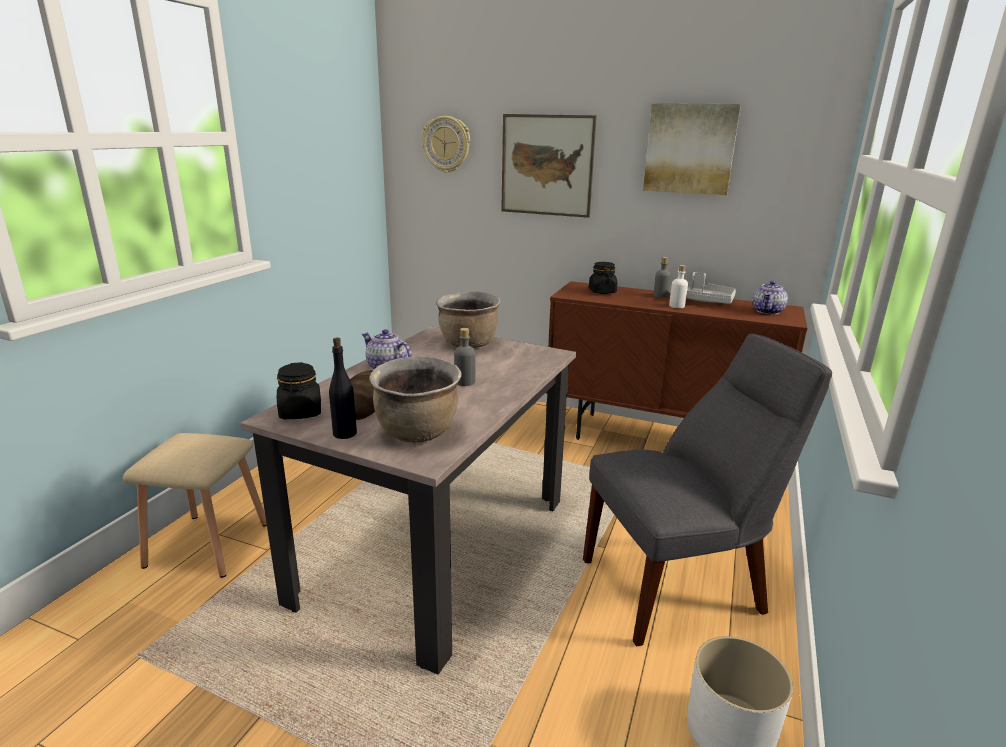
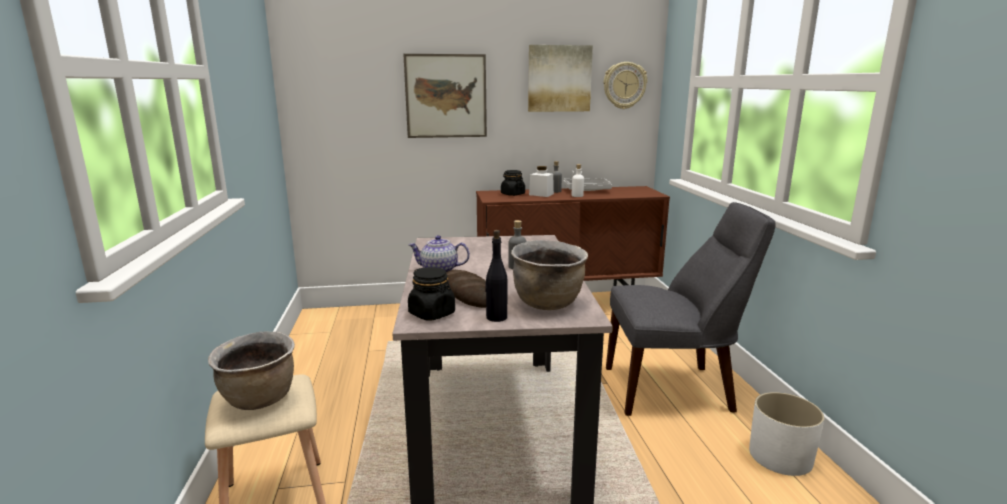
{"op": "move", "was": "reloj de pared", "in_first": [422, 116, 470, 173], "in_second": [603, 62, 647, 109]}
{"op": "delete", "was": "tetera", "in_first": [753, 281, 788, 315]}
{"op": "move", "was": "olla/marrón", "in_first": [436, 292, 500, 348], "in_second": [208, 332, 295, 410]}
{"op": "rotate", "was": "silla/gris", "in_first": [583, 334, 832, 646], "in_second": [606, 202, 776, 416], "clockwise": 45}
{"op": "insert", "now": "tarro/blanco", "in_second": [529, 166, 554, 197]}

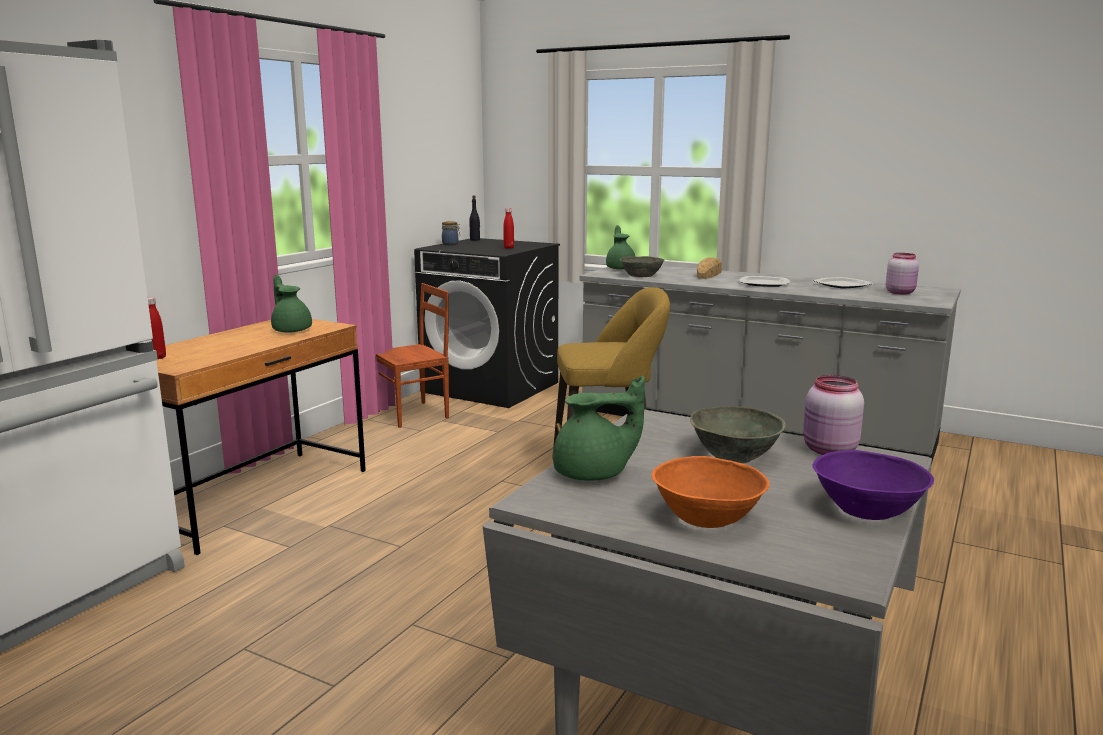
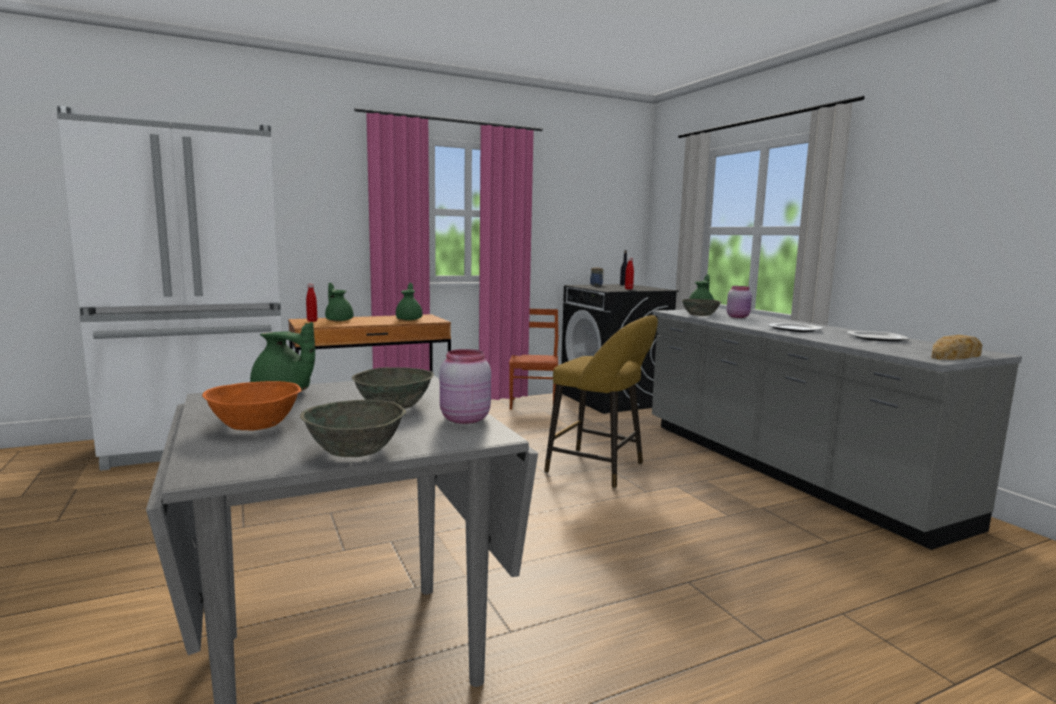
{"op": "move", "was": "tarro/rosa", "in_first": [886, 253, 919, 294], "in_second": [727, 286, 752, 318]}
{"op": "move", "was": "pan", "in_first": [697, 258, 722, 279], "in_second": [931, 335, 982, 360]}
{"op": "rotate", "was": "silla/marrón", "in_first": [376, 283, 449, 428], "in_second": [509, 309, 558, 410], "clockwise": -90}
{"op": "recolor", "was": "cuenco/morado", "now": "cuenco/gris", "in_first": [813, 450, 934, 520], "in_second": [300, 400, 406, 457]}
{"op": "insert", "now": "tetera/verde", "in_second": [325, 283, 354, 321]}

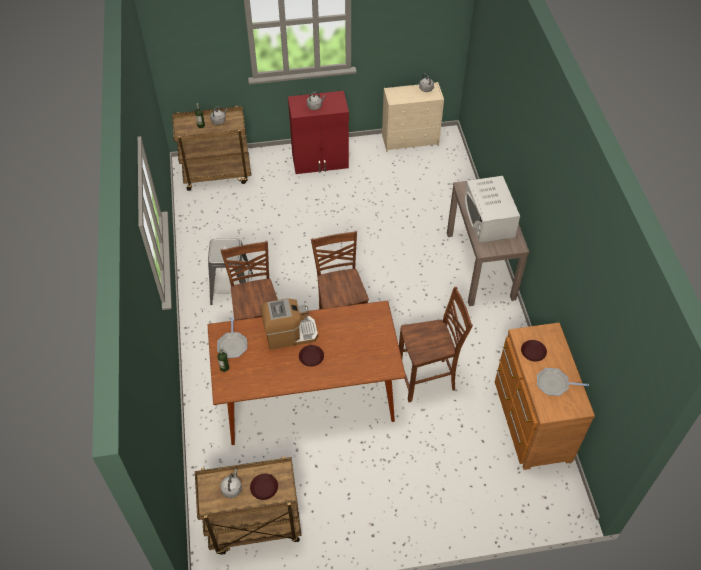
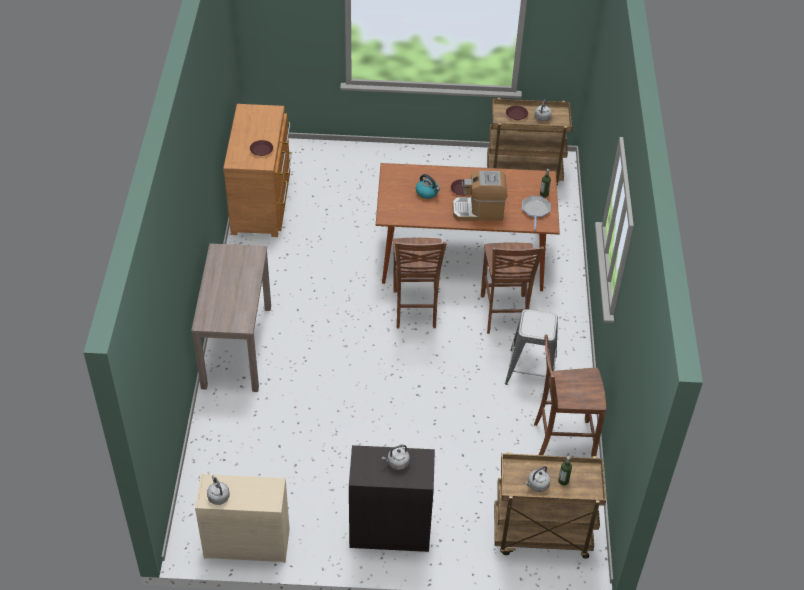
{"op": "recolor", "was": "armario/rojo", "now": "armario/negro", "in_first": [288, 91, 349, 174], "in_second": [349, 445, 435, 552]}
{"op": "delete", "was": "microondas/blanco", "in_first": [464, 176, 520, 243]}
{"op": "move", "was": "silla/marrón", "in_first": [399, 287, 473, 402], "in_second": [534, 335, 606, 457]}
{"op": "delete", "was": "sartén", "in_first": [537, 368, 589, 396]}
{"op": "insert", "now": "hervidor", "in_second": [416, 174, 440, 199]}

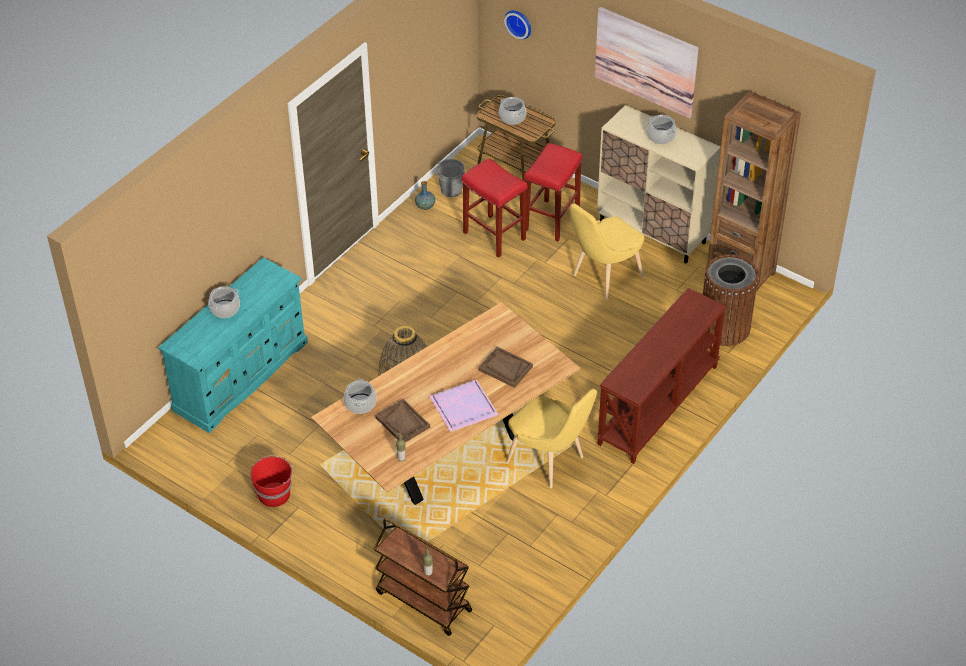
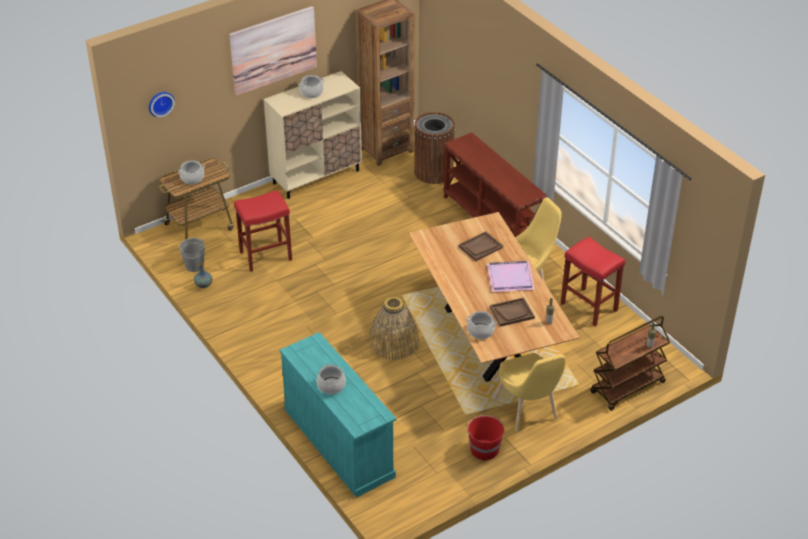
{"op": "move", "was": "taburete/rojo", "in_first": [524, 143, 582, 241], "in_second": [561, 237, 625, 327]}
{"op": "move", "was": "silla/amarillo", "in_first": [570, 204, 644, 300], "in_second": [494, 353, 566, 432]}

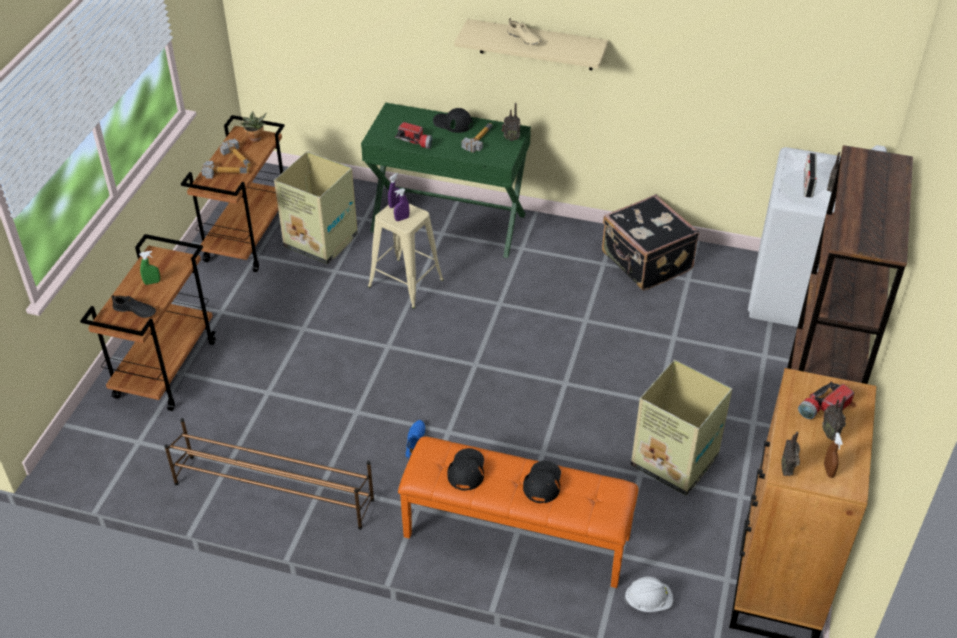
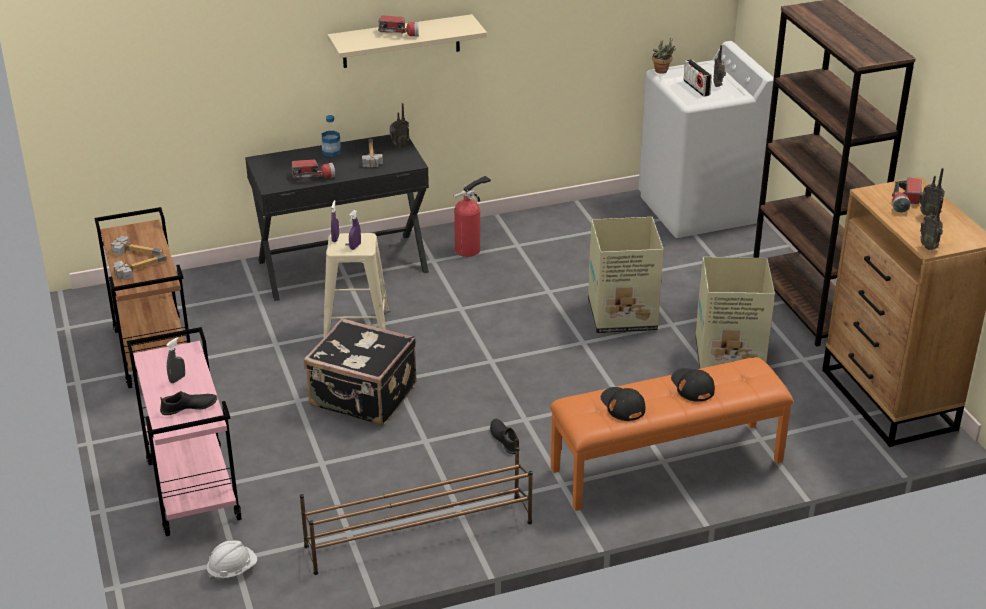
{"op": "replace", "was": "zapato/beis", "now": "linterna", "in_first": [507, 18, 541, 46], "in_second": [378, 15, 419, 37]}
{"op": "recolor", "was": "escritorio/verde", "now": "escritorio/negro", "in_first": [361, 103, 531, 258], "in_second": [245, 135, 429, 301]}
{"op": "replace", "was": "gorra/negro", "now": "botella", "in_first": [433, 108, 473, 133], "in_second": [322, 115, 341, 157]}
{"op": "move", "was": "planta en maceta", "in_first": [241, 111, 267, 142], "in_second": [652, 38, 676, 74]}
{"op": "move", "was": "caja de cartón", "in_first": [274, 151, 358, 264], "in_second": [588, 217, 664, 333]}
{"op": "move", "was": "maleta/negro", "in_first": [602, 194, 699, 290], "in_second": [304, 318, 417, 425]}
{"op": "recolor", "was": "carrito/marrón", "now": "carrito/rosa", "in_first": [80, 234, 216, 411], "in_second": [127, 327, 241, 536]}
{"op": "recolor", "was": "pulverizador/verde", "now": "pulverizador/gris", "in_first": [140, 251, 160, 285], "in_second": [167, 337, 185, 383]}
{"op": "recolor", "was": "zapato/azul", "now": "zapato/negro", "in_first": [405, 420, 425, 459], "in_second": [490, 419, 520, 454]}
{"op": "delete", "was": "pulverizador/marrón", "in_first": [824, 433, 843, 478]}
{"op": "move", "was": "casco/blanco", "in_first": [624, 576, 673, 612], "in_second": [207, 541, 257, 581]}
{"op": "insert", "now": "extintor", "in_second": [453, 176, 491, 257]}

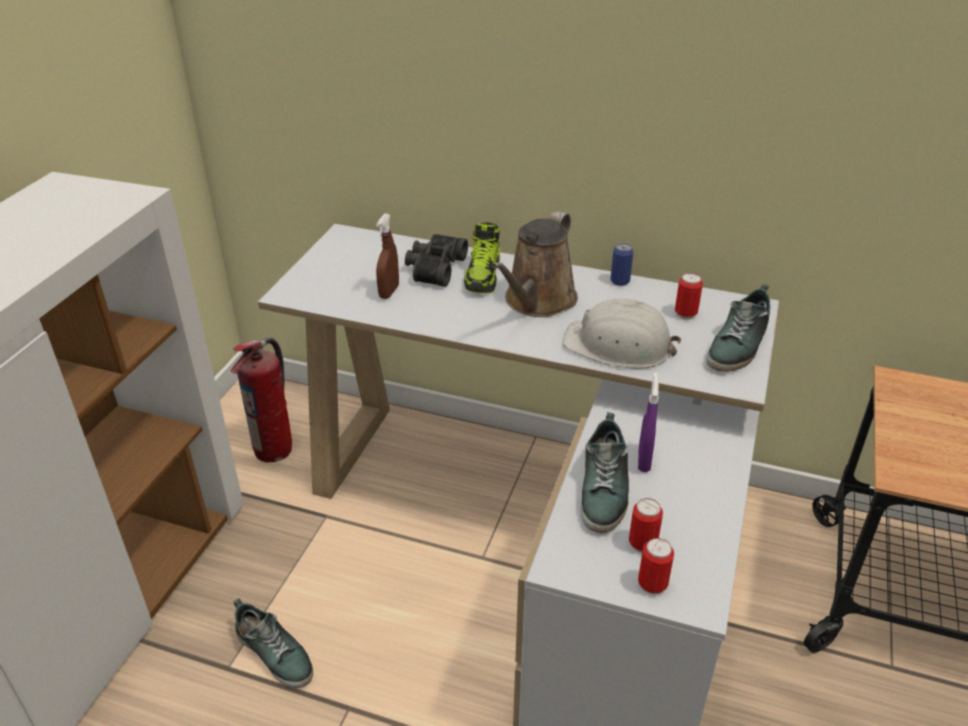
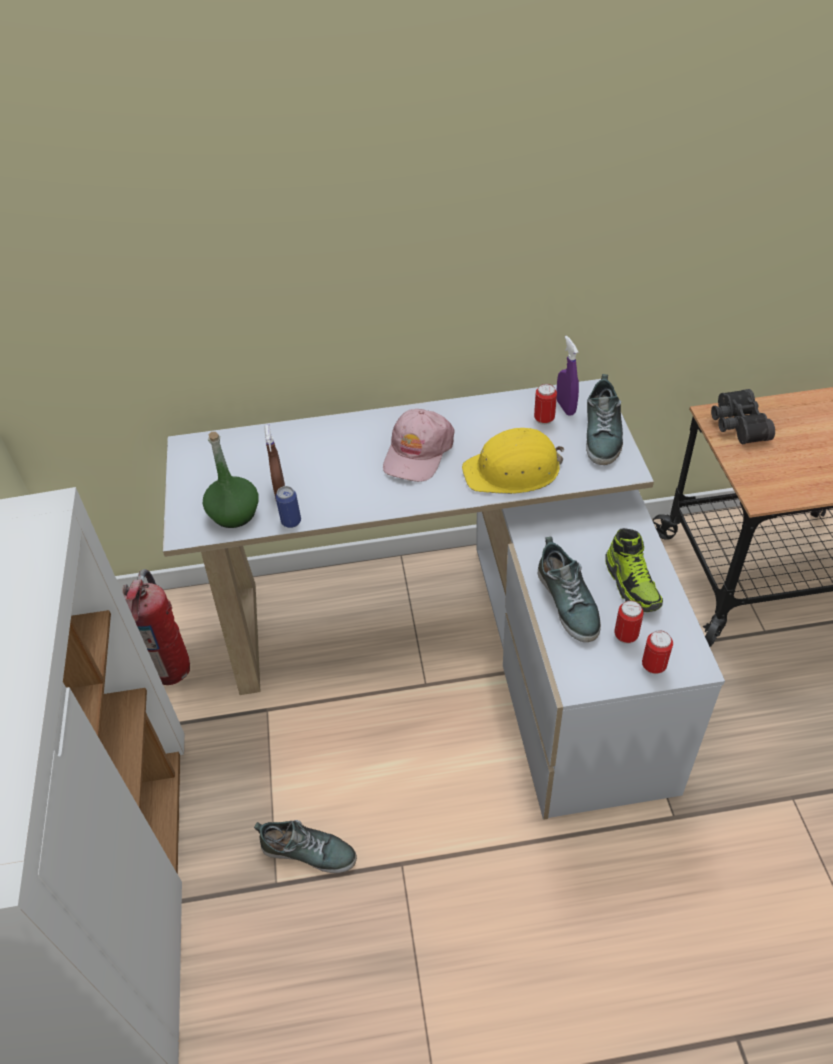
{"op": "replace", "was": "regadera/marrón", "now": "gorra/rosa", "in_first": [491, 211, 578, 317], "in_second": [383, 409, 455, 482]}
{"op": "move", "was": "zapato", "in_first": [464, 222, 500, 293], "in_second": [605, 528, 663, 612]}
{"op": "move", "was": "prismáticos/negro", "in_first": [405, 234, 468, 287], "in_second": [711, 389, 775, 444]}
{"op": "move", "was": "lata", "in_first": [611, 242, 634, 286], "in_second": [276, 486, 301, 528]}
{"op": "recolor", "was": "casco/blanco", "now": "casco/amarillo", "in_first": [563, 298, 681, 369], "in_second": [462, 428, 564, 494]}
{"op": "move", "was": "pulverizador/morado", "in_first": [638, 372, 659, 472], "in_second": [556, 336, 579, 416]}
{"op": "insert", "now": "botella/verde", "in_second": [203, 432, 259, 528]}

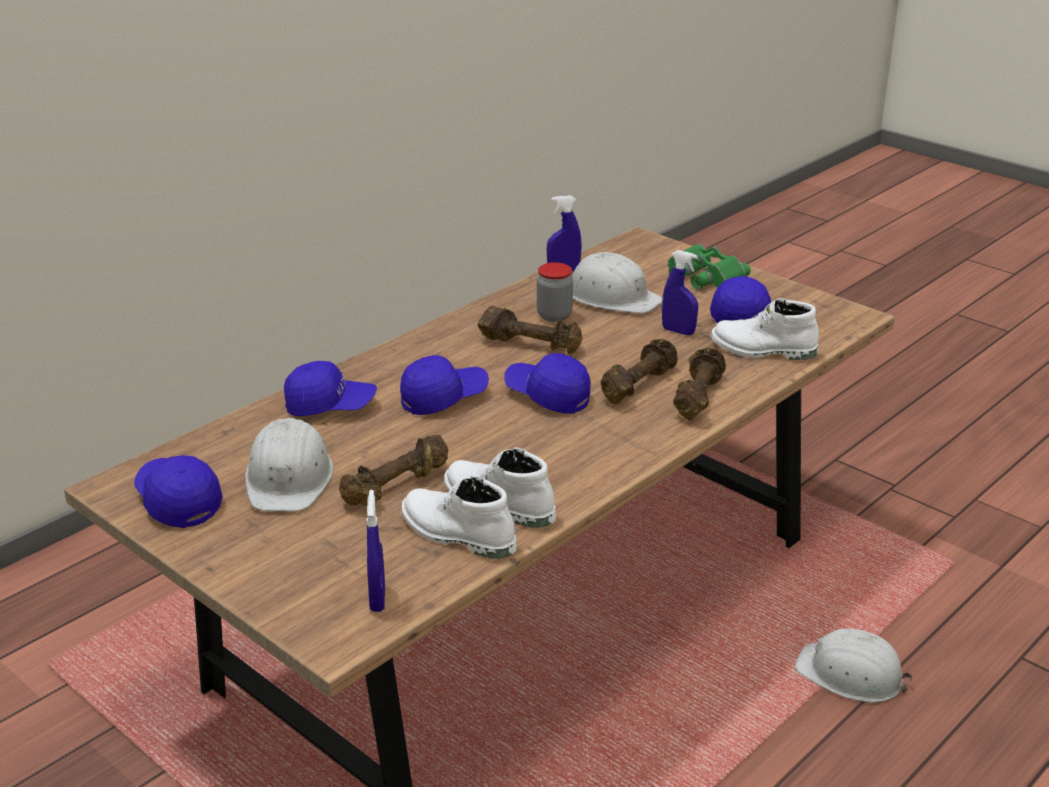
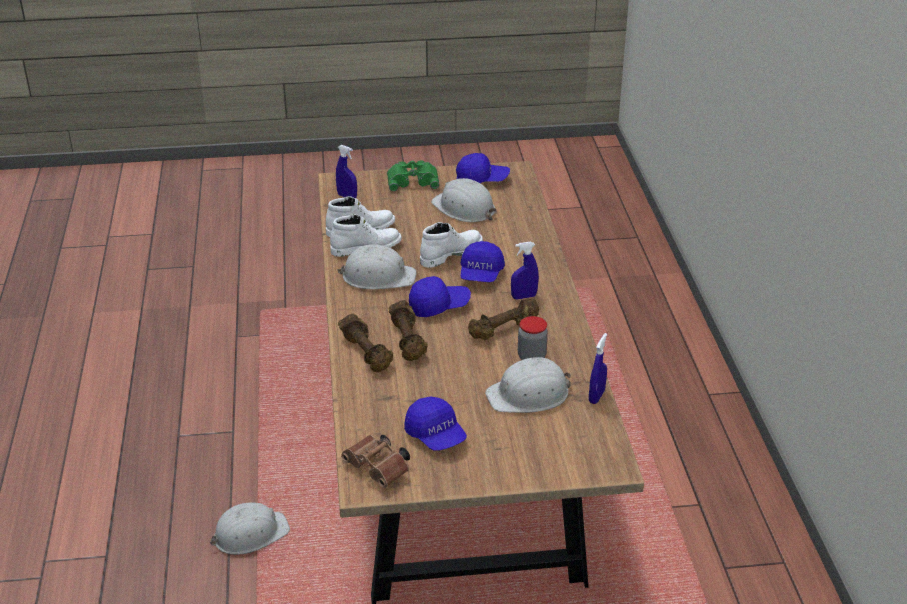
{"op": "move", "was": "prismáticos/verde", "in_first": [668, 244, 751, 289], "in_second": [387, 161, 439, 191]}
{"op": "move", "was": "pulverizador/azul", "in_first": [662, 250, 698, 335], "in_second": [511, 241, 539, 300]}
{"op": "move", "was": "bota/blanco", "in_first": [711, 298, 819, 360], "in_second": [420, 222, 483, 268]}
{"op": "delete", "was": "gorra/azul", "in_first": [284, 361, 377, 416]}
{"op": "delete", "was": "mancuerna/marrón", "in_first": [339, 435, 449, 506]}
{"op": "insert", "now": "casco/blanco", "in_second": [338, 244, 416, 289]}
{"op": "insert", "now": "prismáticos/marrón", "in_second": [341, 435, 410, 488]}

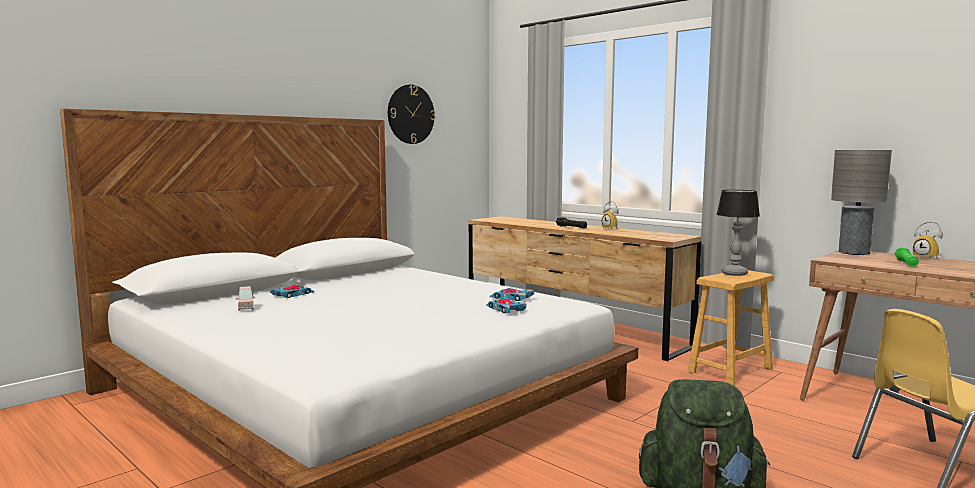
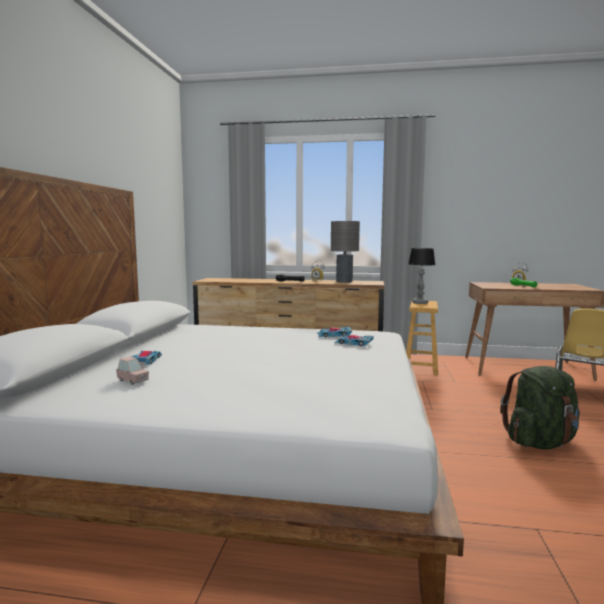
{"op": "delete", "was": "reloj de pared", "in_first": [388, 84, 436, 144]}
{"op": "move", "was": "lámpara de mesa/gris", "in_first": [831, 150, 892, 255], "in_second": [331, 221, 360, 283]}

